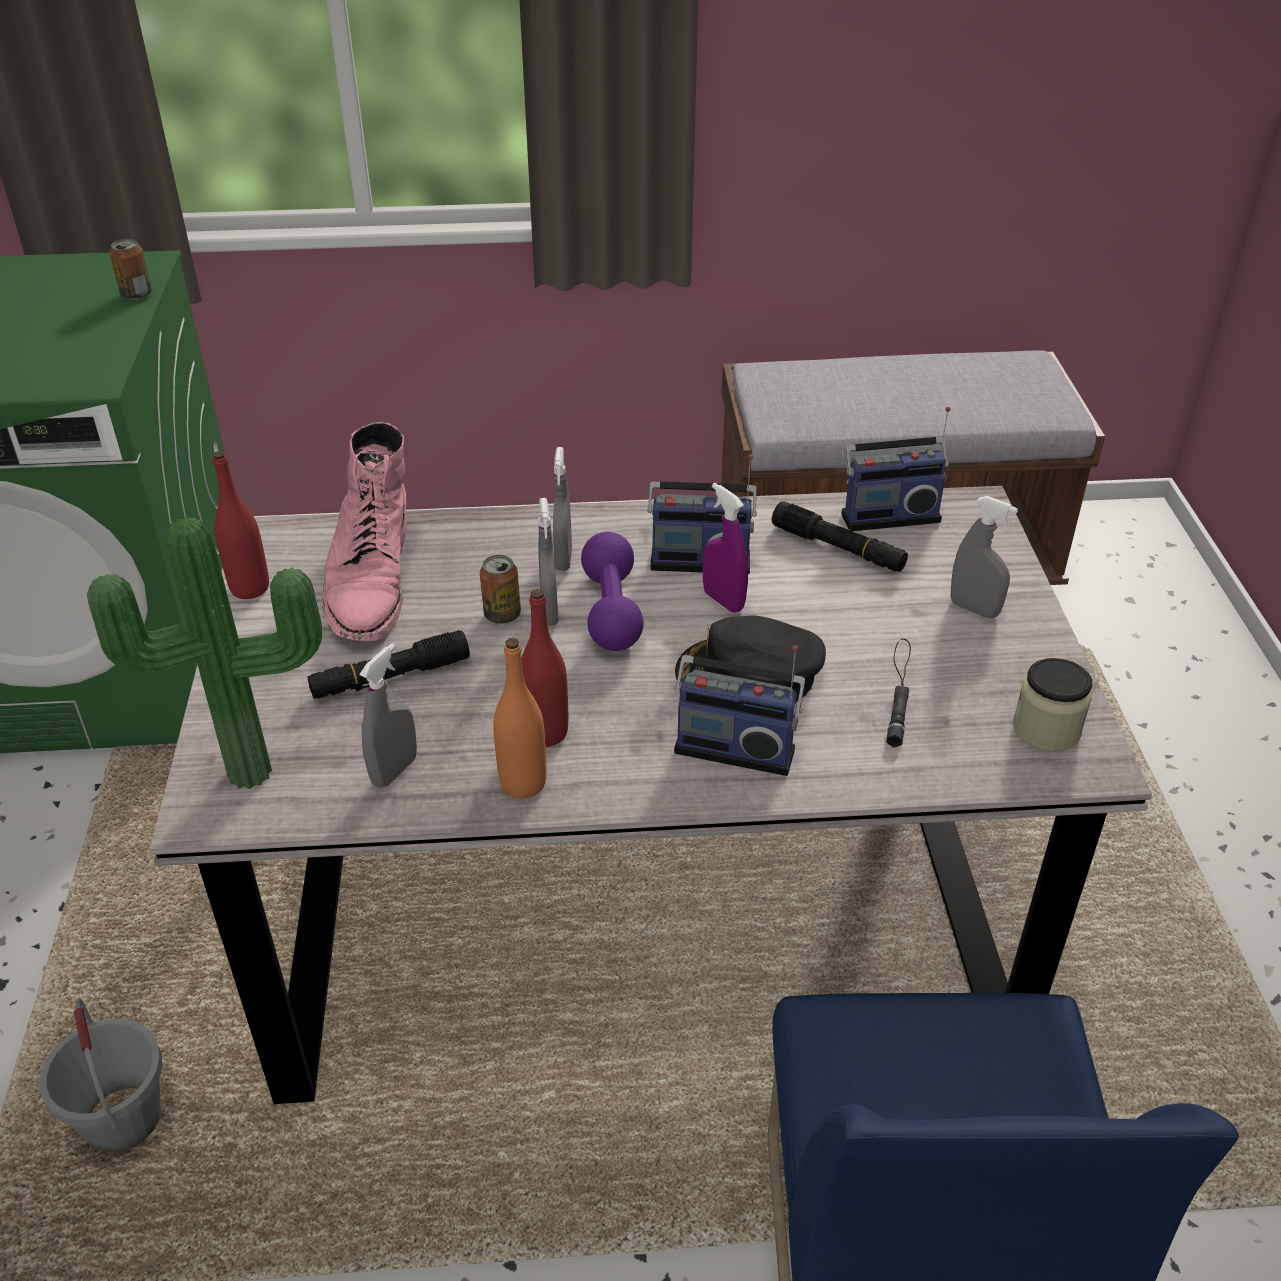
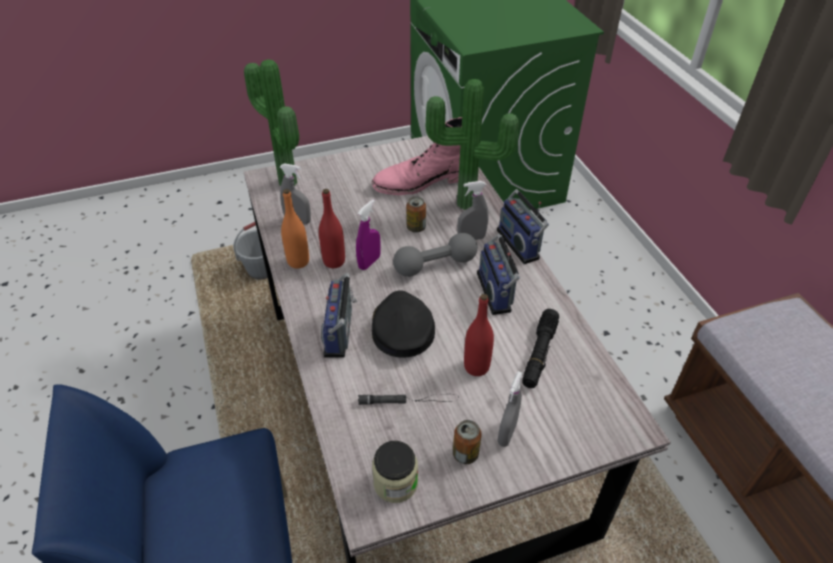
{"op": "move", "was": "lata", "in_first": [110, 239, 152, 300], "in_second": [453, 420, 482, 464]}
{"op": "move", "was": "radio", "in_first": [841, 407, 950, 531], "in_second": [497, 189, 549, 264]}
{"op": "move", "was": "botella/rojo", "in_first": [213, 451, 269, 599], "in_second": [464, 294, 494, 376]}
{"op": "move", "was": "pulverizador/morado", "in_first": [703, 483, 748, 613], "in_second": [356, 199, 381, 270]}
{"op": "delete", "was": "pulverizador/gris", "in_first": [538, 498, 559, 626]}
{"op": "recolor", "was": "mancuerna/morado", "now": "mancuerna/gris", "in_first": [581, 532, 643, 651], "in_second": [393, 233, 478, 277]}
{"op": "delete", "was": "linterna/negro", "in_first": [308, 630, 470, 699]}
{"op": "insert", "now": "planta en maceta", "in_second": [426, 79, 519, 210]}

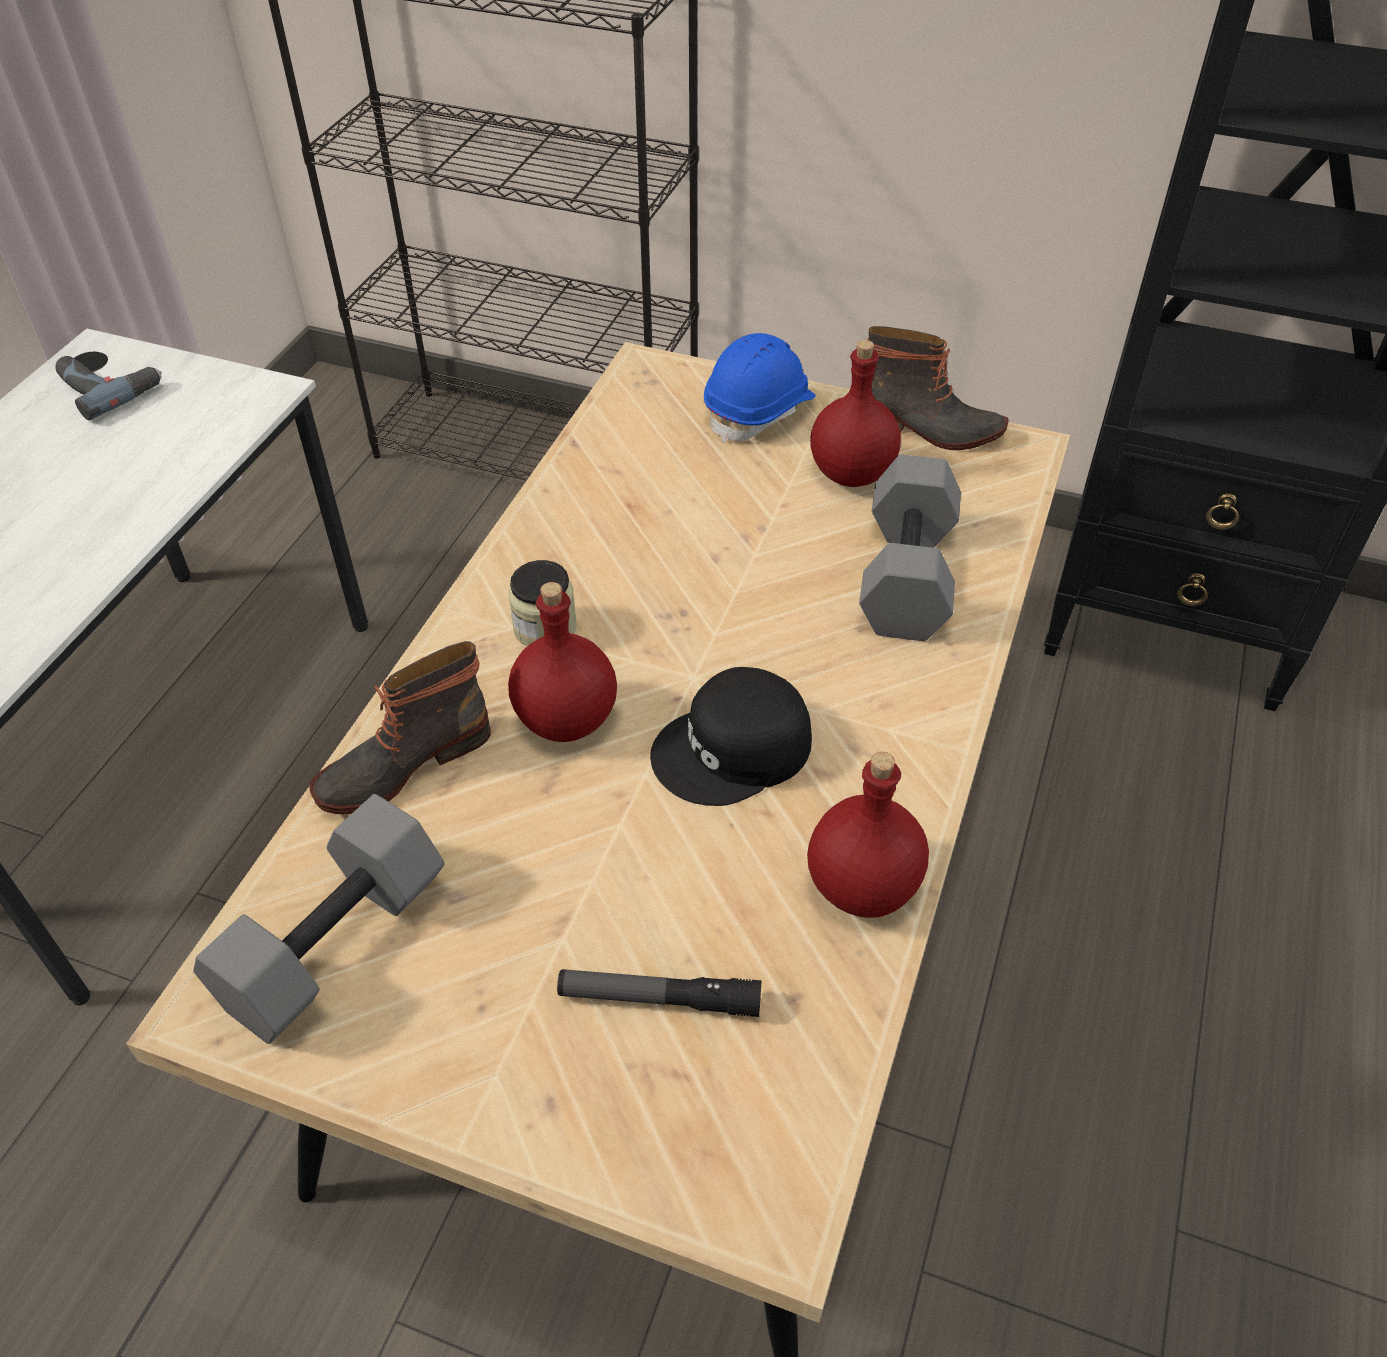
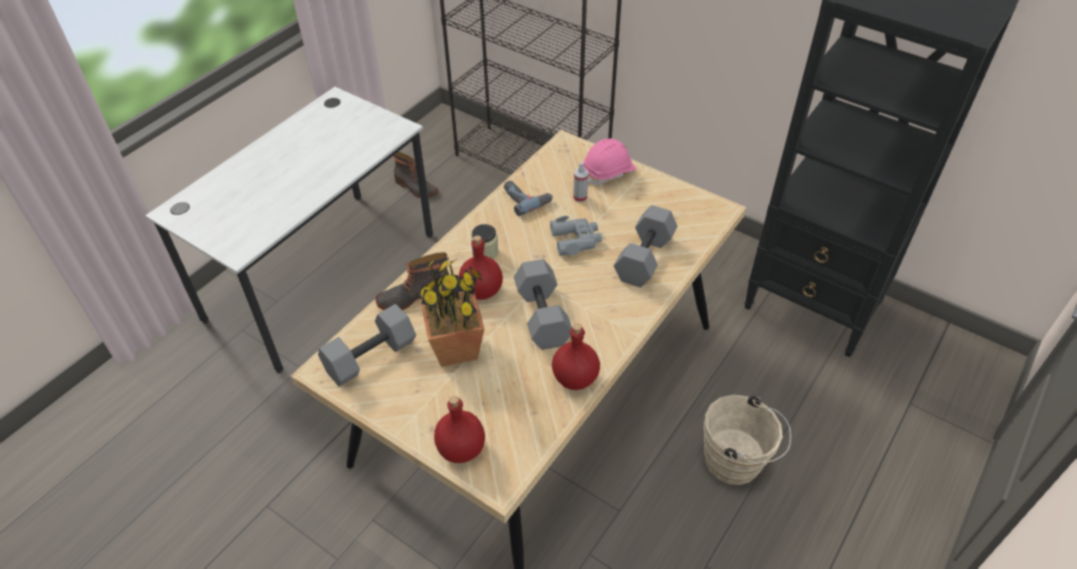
{"op": "move", "was": "bota", "in_first": [867, 326, 1009, 450], "in_second": [393, 152, 439, 197]}
{"op": "recolor", "was": "casco/azul", "now": "casco/rosa", "in_first": [704, 333, 815, 443], "in_second": [583, 139, 636, 185]}
{"op": "move", "was": "botella/rojo", "in_first": [810, 340, 901, 487], "in_second": [434, 396, 485, 463]}
{"op": "move", "was": "taladro", "in_first": [55, 356, 162, 421], "in_second": [504, 181, 553, 216]}
{"op": "replace", "was": "gorra/negro", "now": "mancuerna/gris", "in_first": [650, 667, 812, 806], "in_second": [514, 259, 572, 350]}
{"op": "delete", "was": "linterna", "in_first": [557, 969, 762, 1017]}
{"op": "insert", "now": "pulverizador", "in_second": [573, 162, 588, 202]}
{"op": "insert", "now": "prismáticos/gris", "in_second": [550, 216, 602, 256]}
{"op": "insert", "now": "planta en maceta", "in_second": [417, 258, 484, 367]}
{"op": "insert", "now": "cubo/beis", "in_second": [704, 395, 791, 485]}

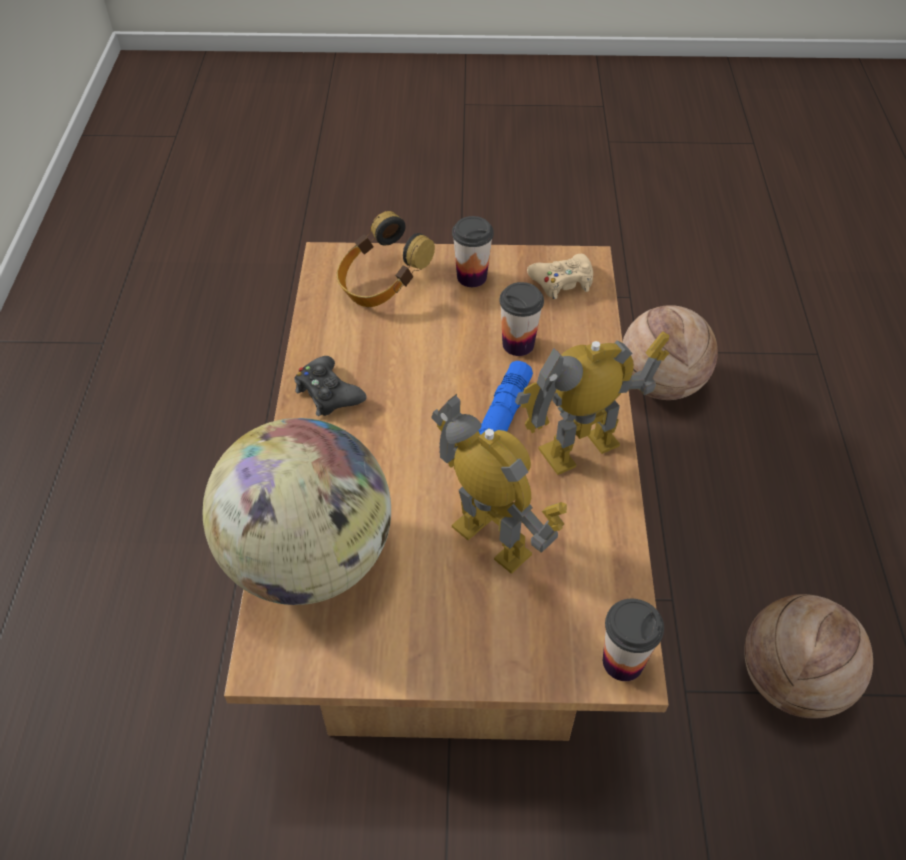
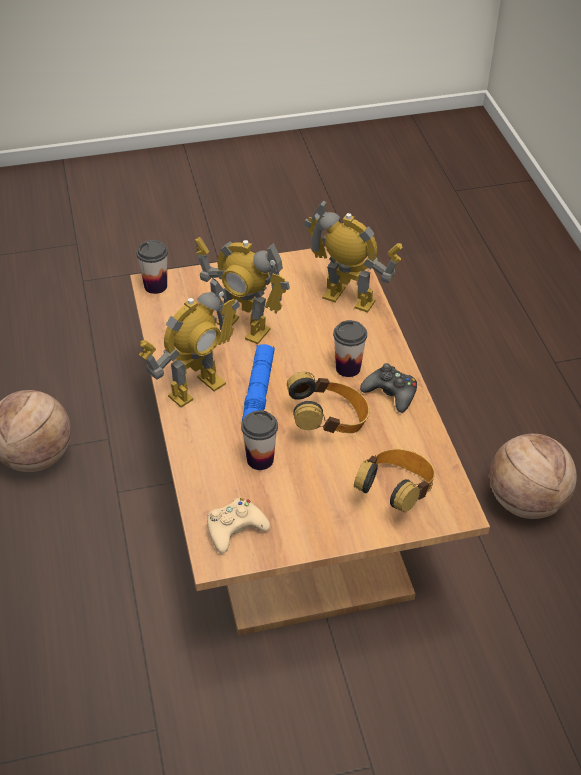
{"op": "move", "was": "taza", "in_first": [452, 216, 494, 287], "in_second": [333, 320, 367, 377]}
{"op": "move", "was": "balón de baloncesto", "in_first": [623, 305, 718, 400], "in_second": [490, 434, 577, 519]}
{"op": "replace", "was": "globo terráqueo", "now": "robot de juguete", "in_first": [203, 418, 391, 605], "in_second": [303, 199, 403, 313]}
{"op": "insert", "now": "auriculares", "in_second": [287, 372, 369, 433]}

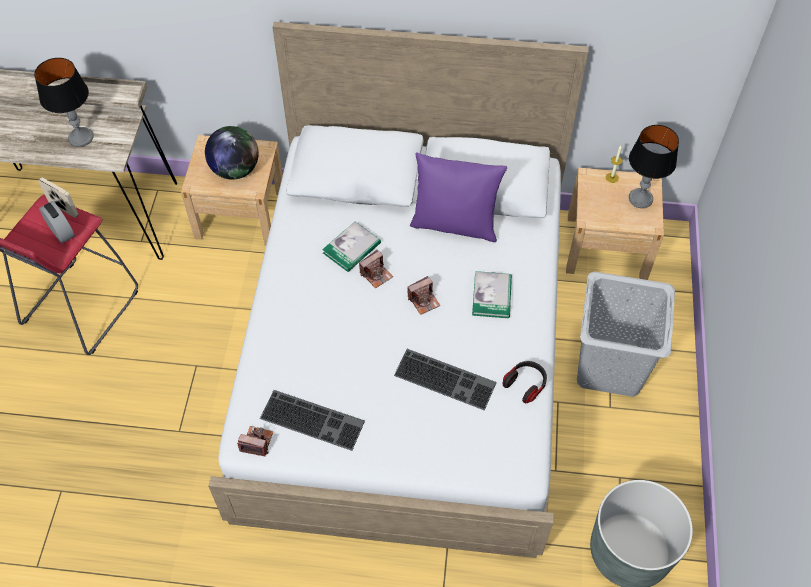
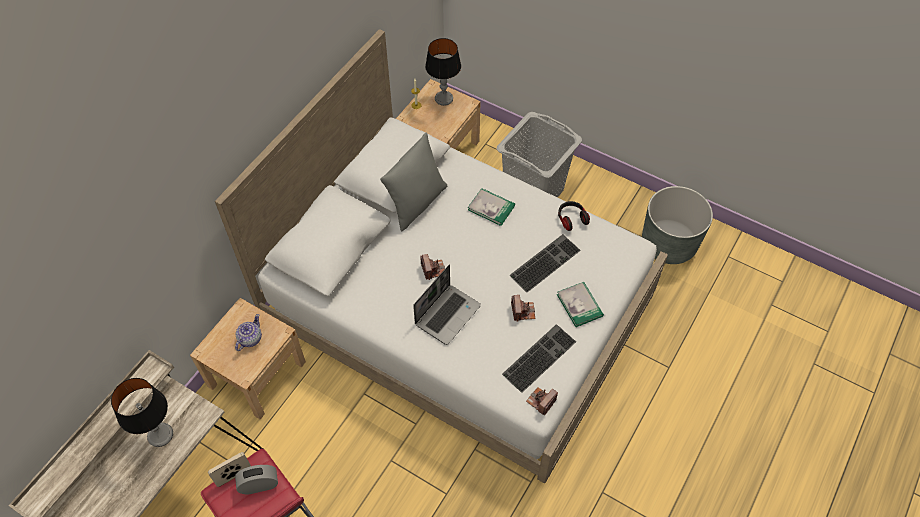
{"op": "replace", "was": "globo terráqueo", "now": "tetera", "in_first": [205, 126, 259, 180], "in_second": [235, 314, 262, 351]}
{"op": "recolor", "was": "cojín/morado", "now": "cojín/gris", "in_first": [410, 152, 507, 242], "in_second": [380, 133, 447, 232]}
{"op": "move", "was": "libro", "in_first": [322, 221, 381, 272], "in_second": [557, 282, 604, 327]}
{"op": "move", "was": "cámara", "in_first": [407, 276, 440, 315], "in_second": [511, 295, 535, 322]}
{"op": "insert", "now": "portátil", "in_second": [413, 265, 481, 345]}

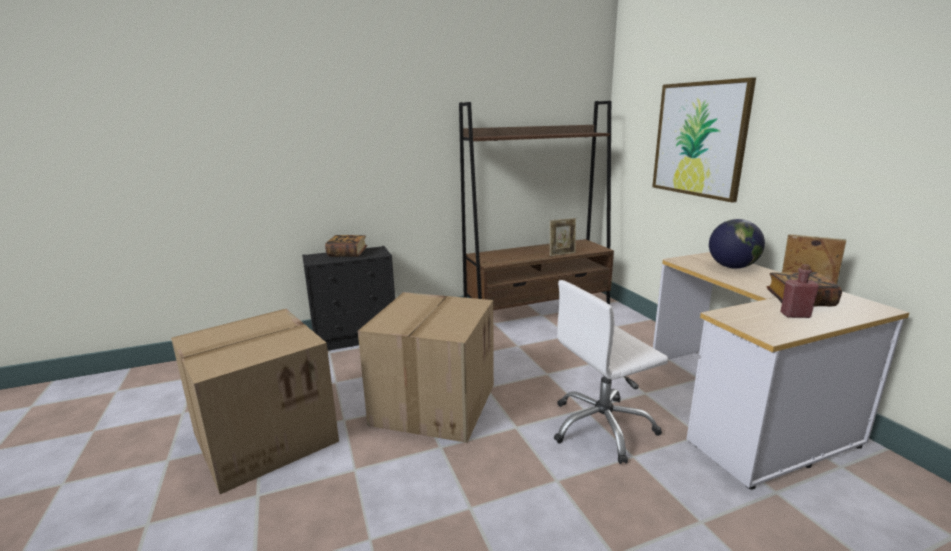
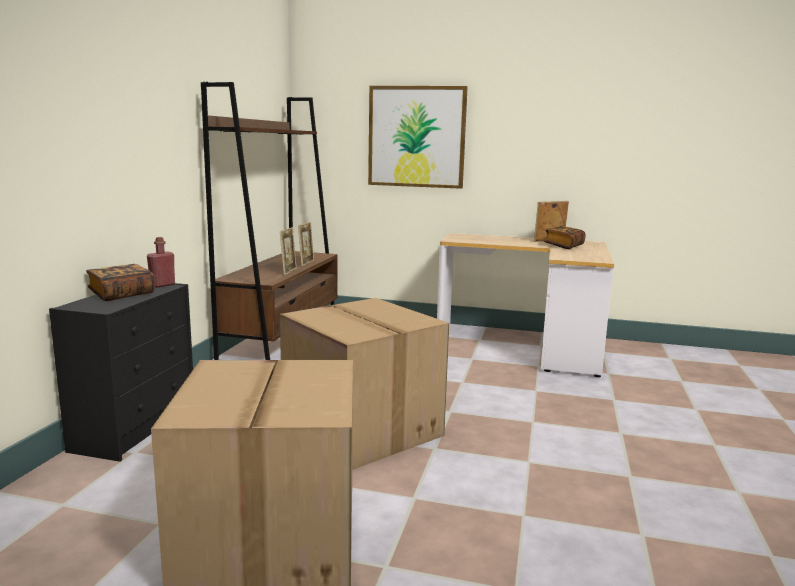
{"op": "delete", "was": "globo terráqueo", "in_first": [709, 219, 765, 269]}
{"op": "move", "was": "botella/rojo", "in_first": [780, 264, 819, 318], "in_second": [147, 237, 175, 288]}
{"op": "delete", "was": "silla de oficina/blanco", "in_first": [554, 280, 668, 464]}
{"op": "insert", "now": "portarretratos", "in_second": [280, 227, 297, 275]}

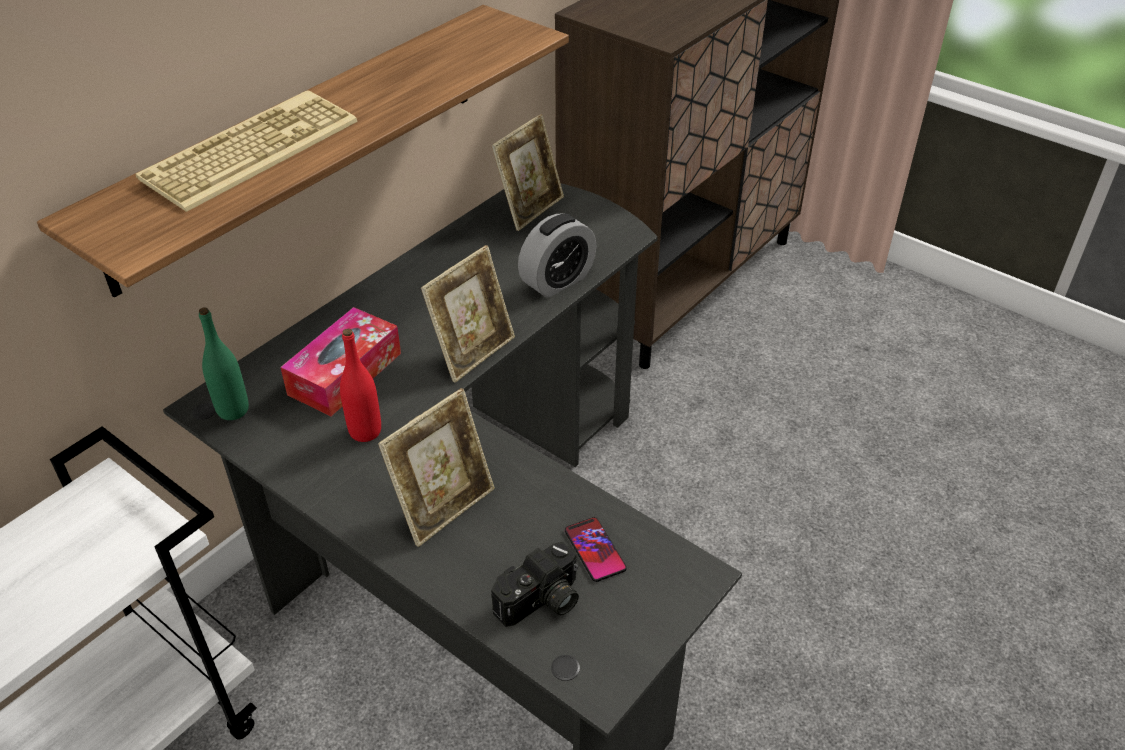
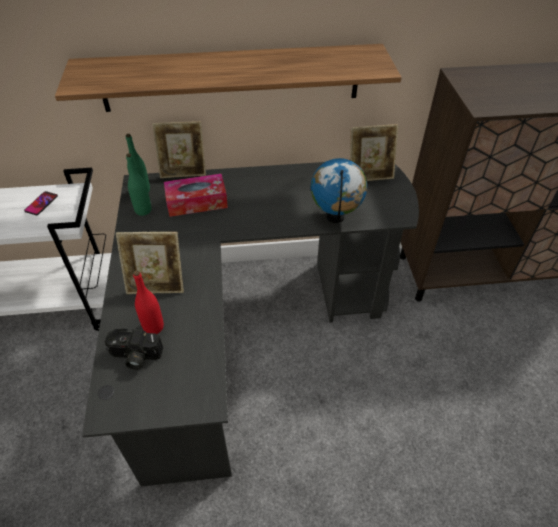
{"op": "delete", "was": "teclado", "in_first": [136, 90, 358, 212]}
{"op": "replace", "was": "despertador", "now": "globo terráqueo", "in_first": [518, 213, 597, 298], "in_second": [311, 158, 367, 223]}
{"op": "move", "was": "portarretratos", "in_first": [421, 245, 515, 383], "in_second": [152, 121, 206, 178]}
{"op": "move", "was": "botella/rojo", "in_first": [340, 328, 381, 442], "in_second": [133, 270, 164, 334]}
{"op": "move", "was": "móvil", "in_first": [565, 517, 627, 582], "in_second": [24, 191, 58, 215]}
{"op": "insert", "now": "botella/verde", "in_second": [126, 153, 151, 216]}

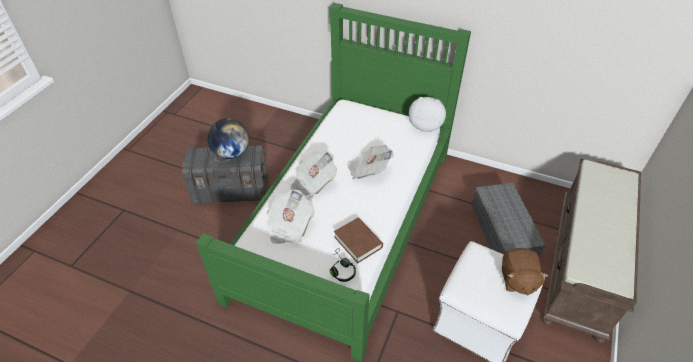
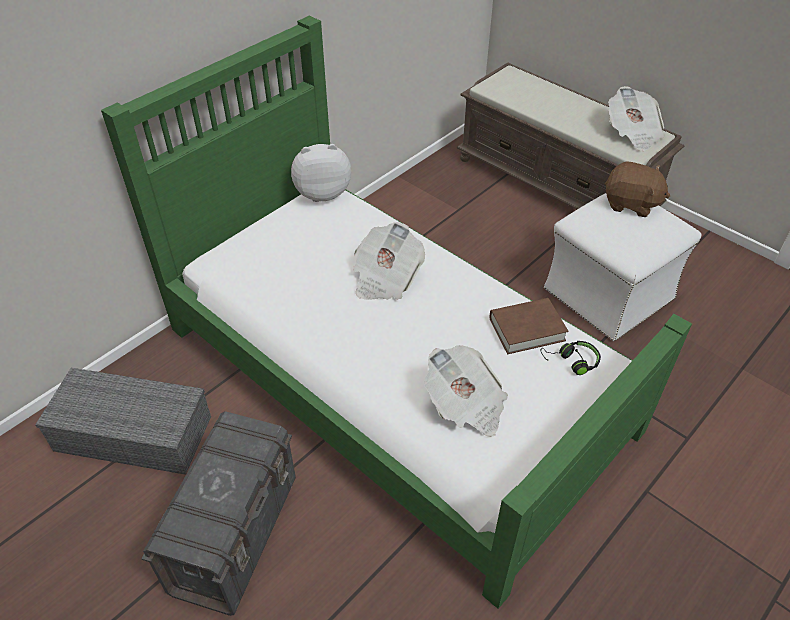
{"op": "rotate", "was": "peluche", "in_first": [409, 97, 446, 132], "in_second": [291, 144, 351, 202], "clockwise": 45}
{"op": "delete", "was": "globo terráqueo", "in_first": [208, 118, 249, 159]}
{"op": "move", "was": "periódico", "in_first": [291, 151, 337, 198], "in_second": [608, 86, 665, 151]}
{"op": "move", "was": "caja de almacenaje/gris", "in_first": [472, 183, 546, 257], "in_second": [35, 368, 211, 475]}

